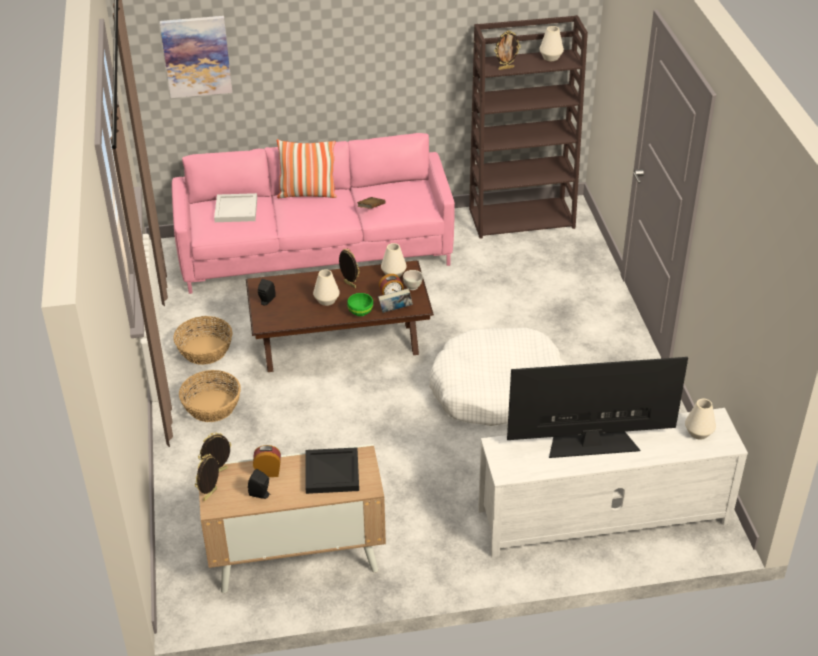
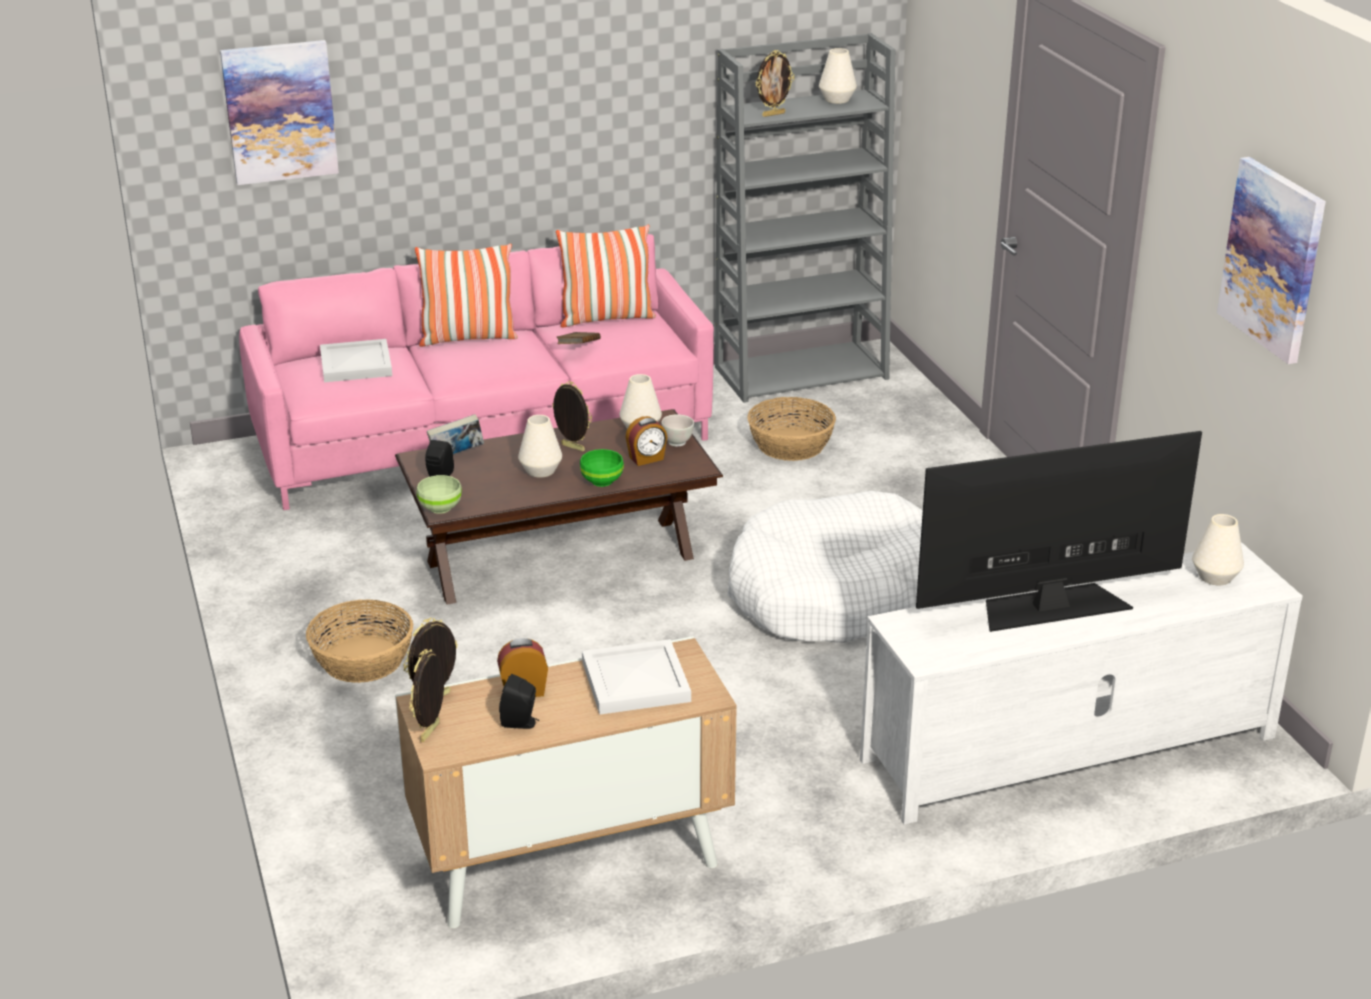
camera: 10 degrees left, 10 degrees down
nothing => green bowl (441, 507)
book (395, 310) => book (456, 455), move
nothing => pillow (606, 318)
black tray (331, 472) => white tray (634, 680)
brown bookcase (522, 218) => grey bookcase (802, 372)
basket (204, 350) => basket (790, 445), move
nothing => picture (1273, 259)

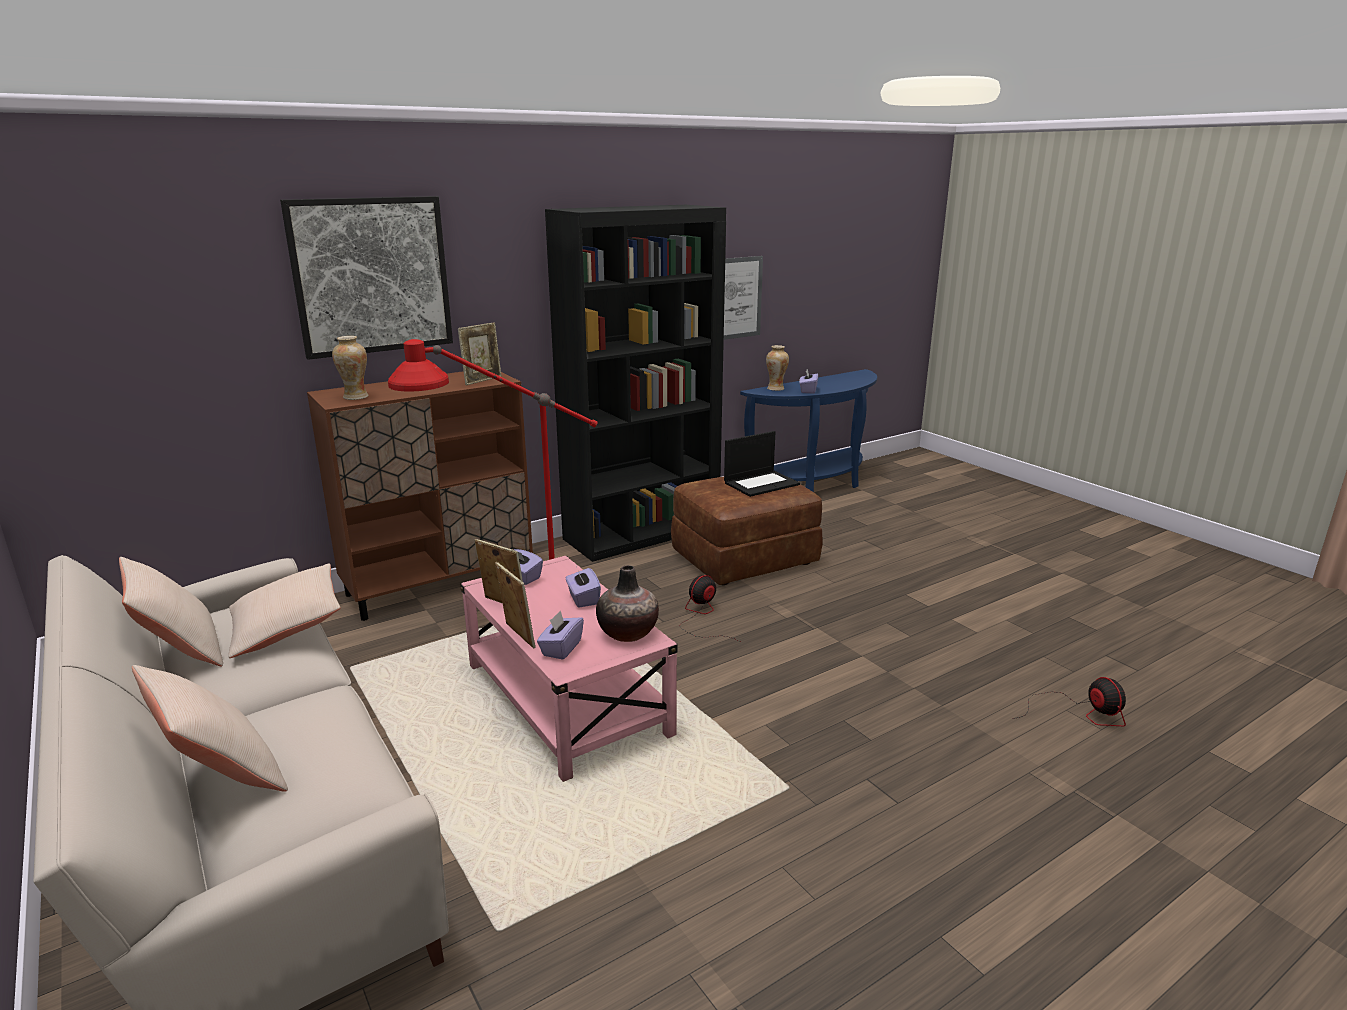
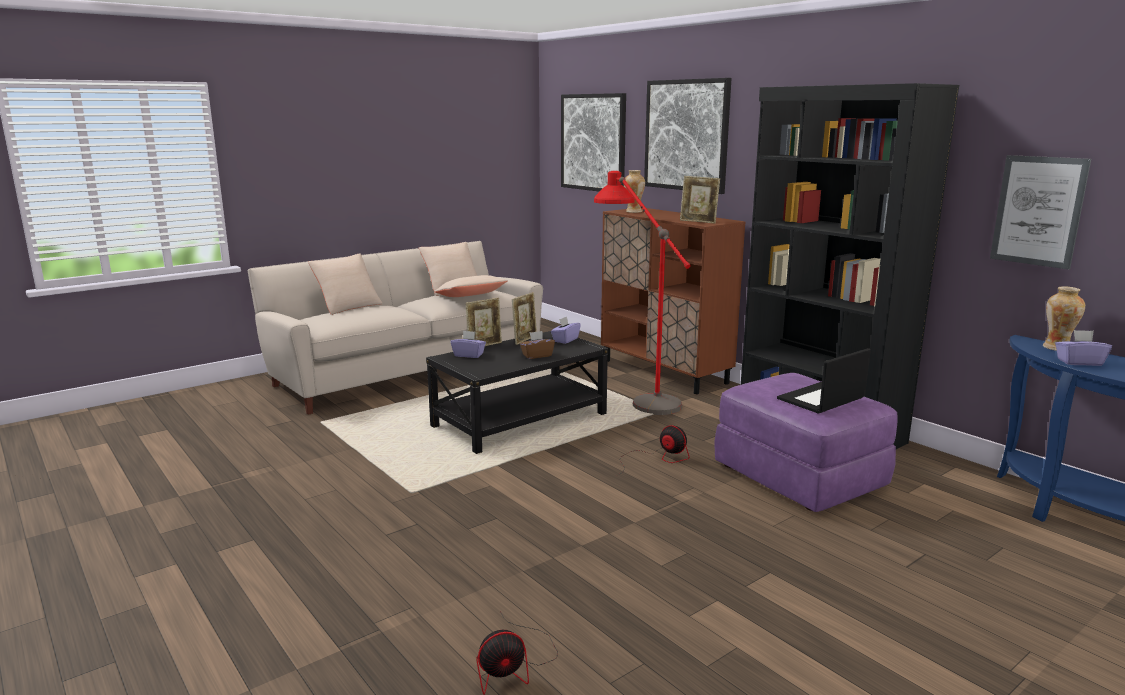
camera: 85 degrees right, 5 degrees down
pink coffee table (566, 699) => black coffee table (520, 420)
purple tissue box (583, 599) => brown tissue box (537, 355)
nothing => picture (593, 142)
brown ottoman (745, 557) => purple ottoman (800, 476)
laptop (761, 483) => laptop (821, 399), 90 degrees clockwise
vase (628, 633) => nothing

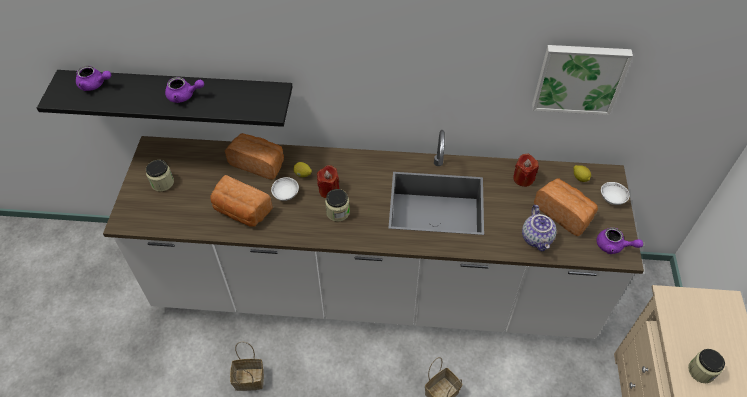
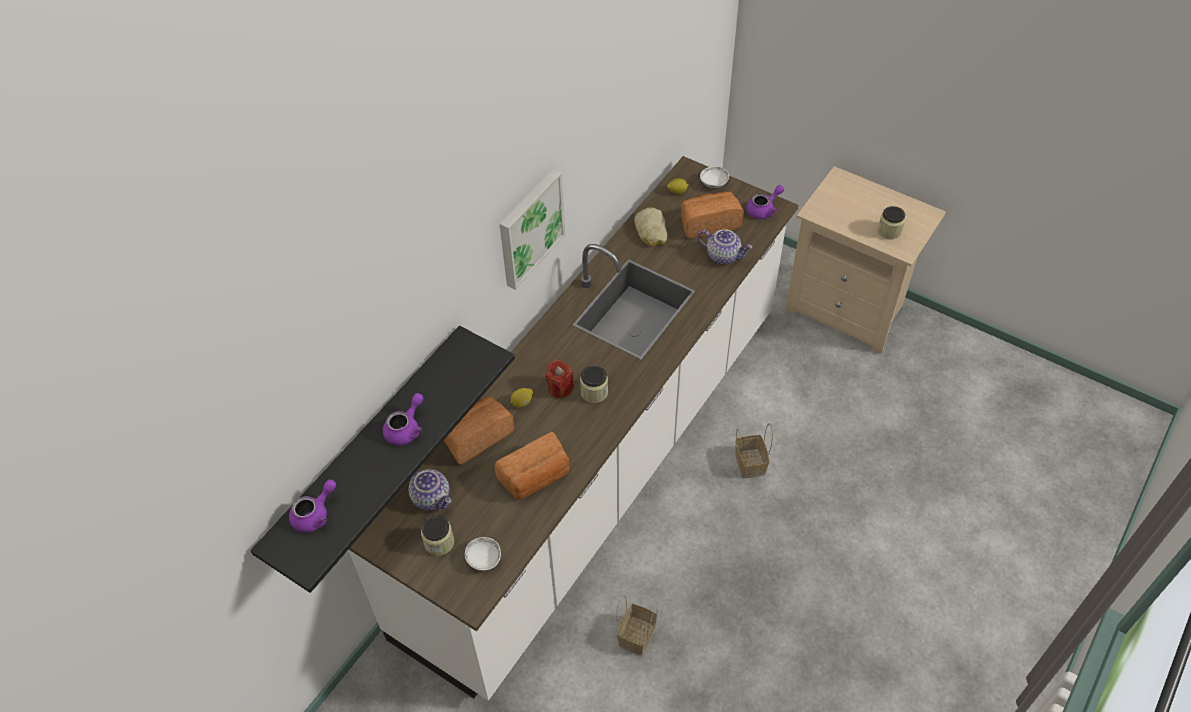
camera: 60 degrees left, 0 degrees up
nothing => teapot (432, 497)
white bowl (285, 194) => white bowl (484, 559), move
picture (579, 78) => picture (529, 227), move
red candle (523, 178) => bread (650, 231)

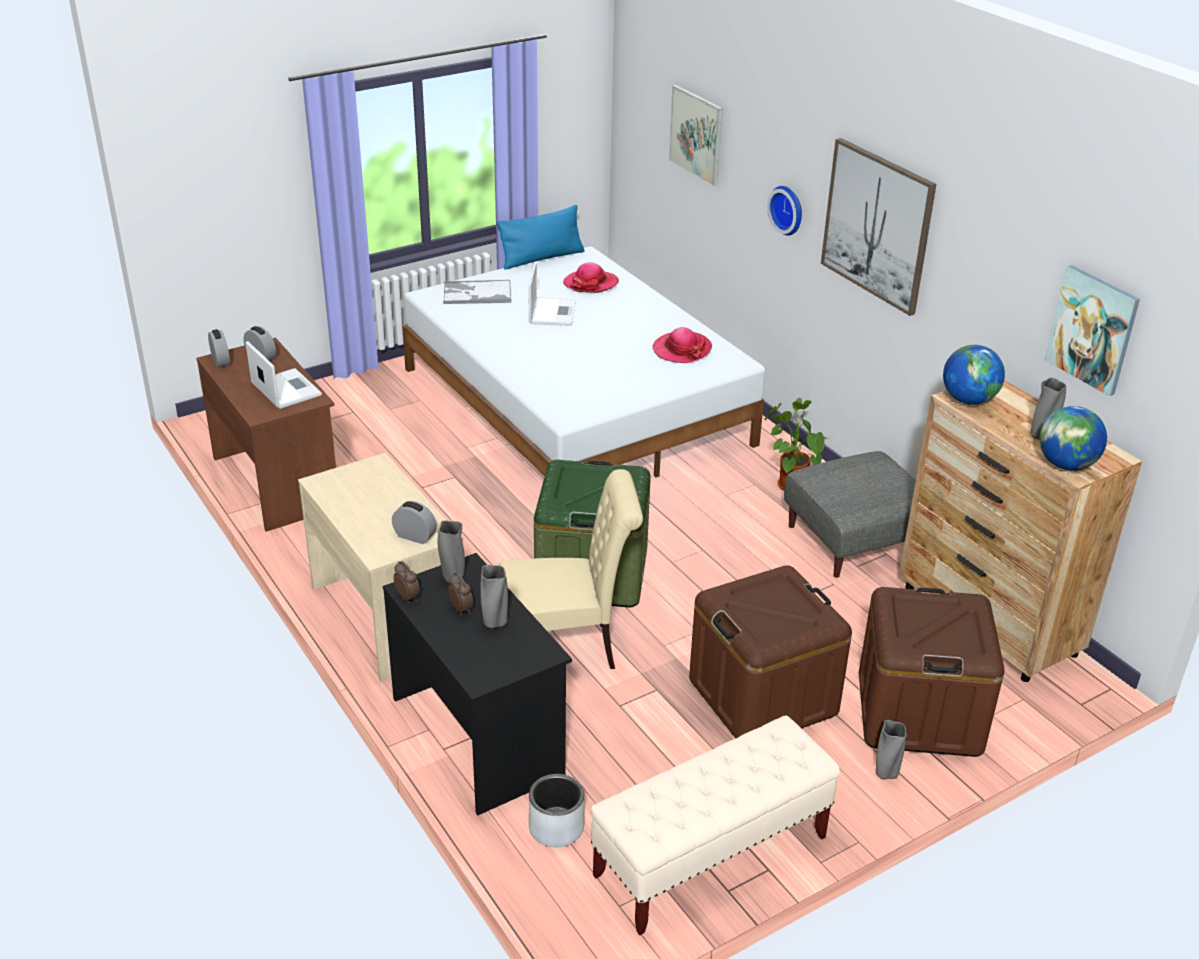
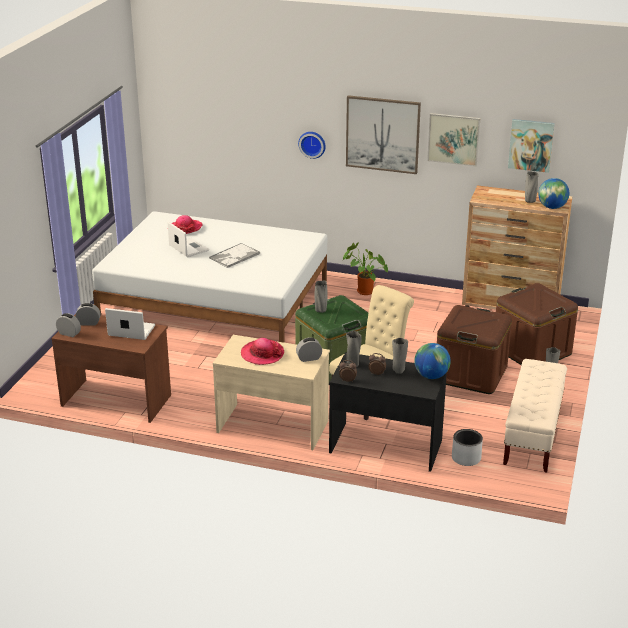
camera: 40 degrees left, 5 degrees down
tray (476, 293) => tray (234, 256), move
hat (681, 350) => hat (262, 354), move
nothing => grey vase (320, 311)
globe (968, 400) => globe (431, 376), move
picture (696, 134) => picture (453, 139), move
blue pillow (542, 258) => nothing
grey ottoman (854, 539) => nothing

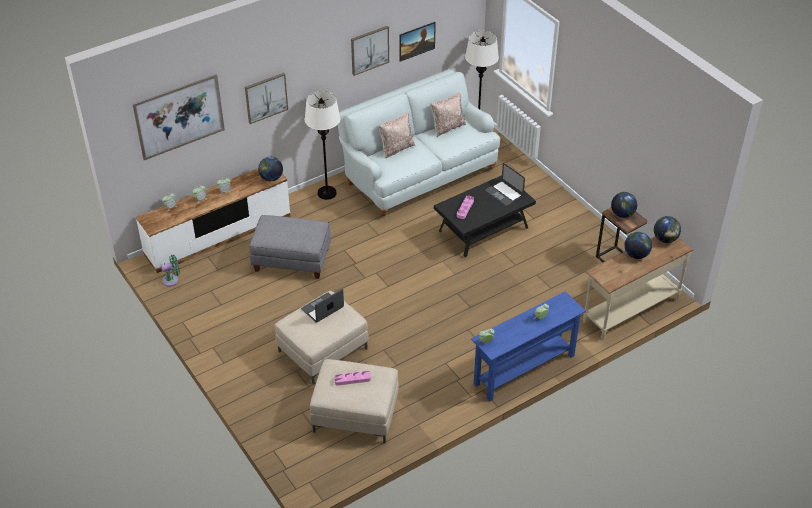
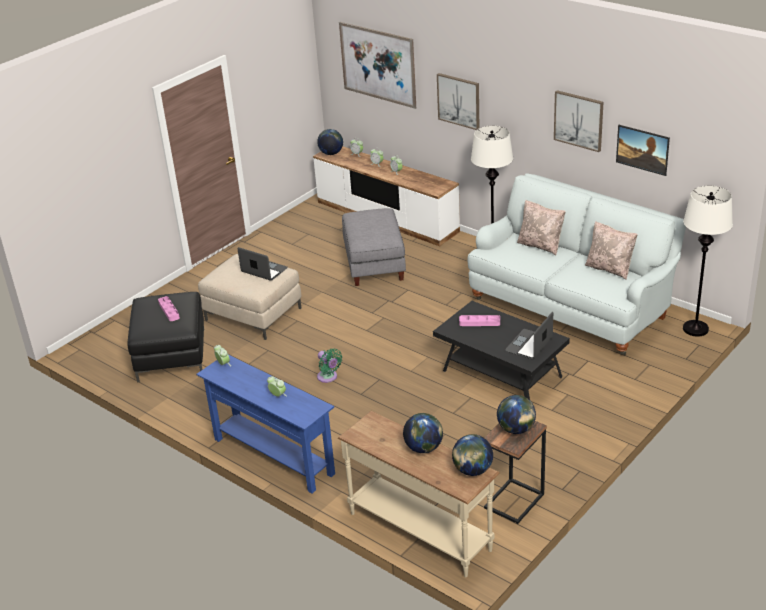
camera: 75 degrees right, 10 degrees down
beige ottoman (355, 414) => black ottoman (171, 354)
globe (271, 178) => globe (331, 153), move
green fan (172, 280) => green fan (328, 377), move

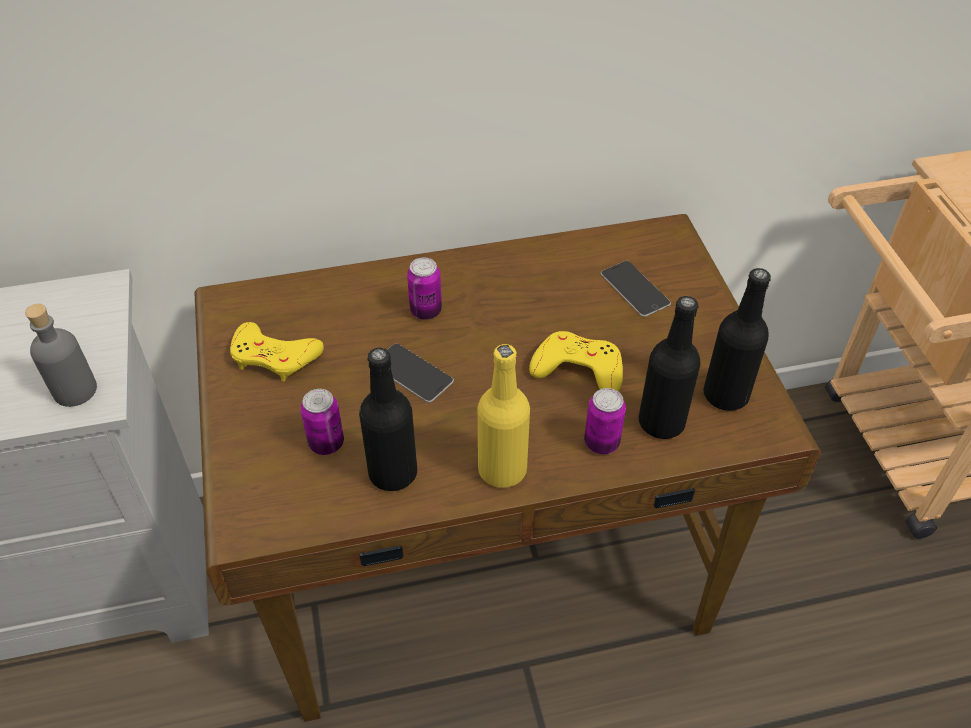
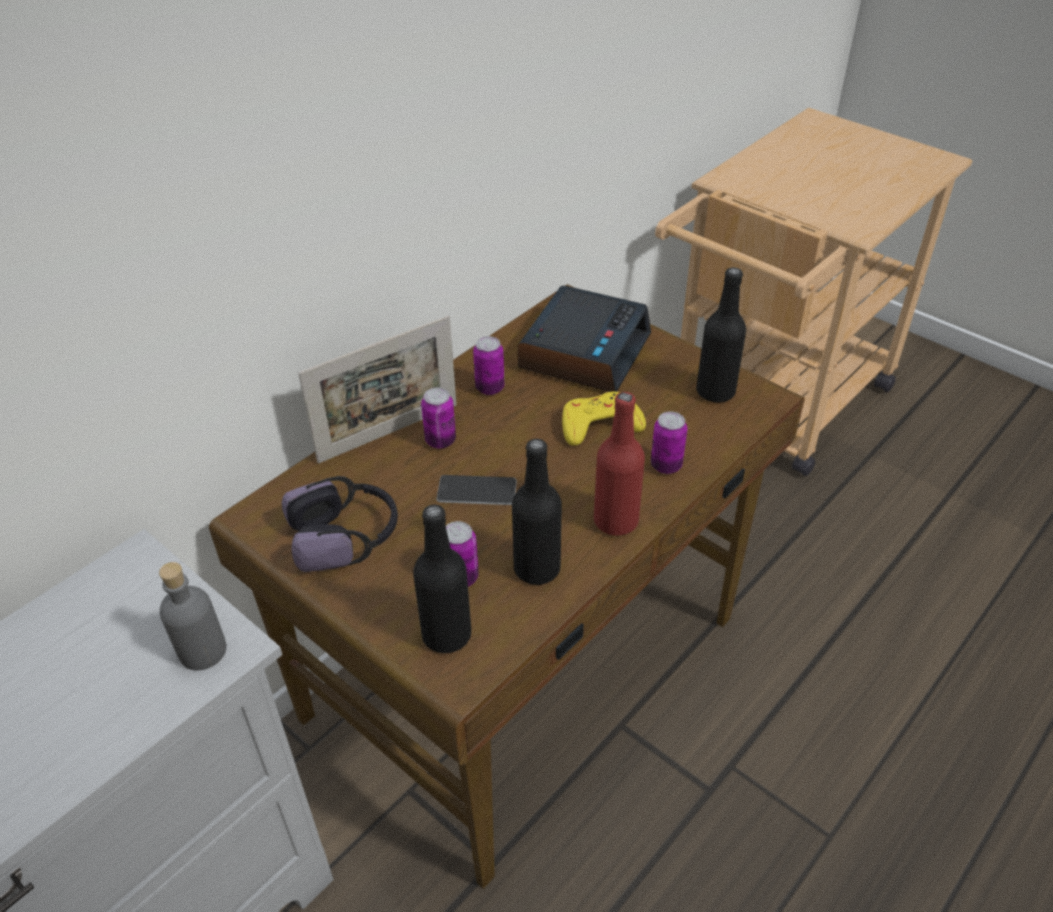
camera: 35 degrees left, 5 degrees down
yellow game controller (274, 357) => headphones (346, 537)
nothing => picture frame (389, 433)
black bottle (661, 422) => black bottle (446, 635), move
nothing => can (489, 388)
phone (635, 289) => alarm clock (584, 351)
yellow bottle (502, 470) => red bottle (616, 521)

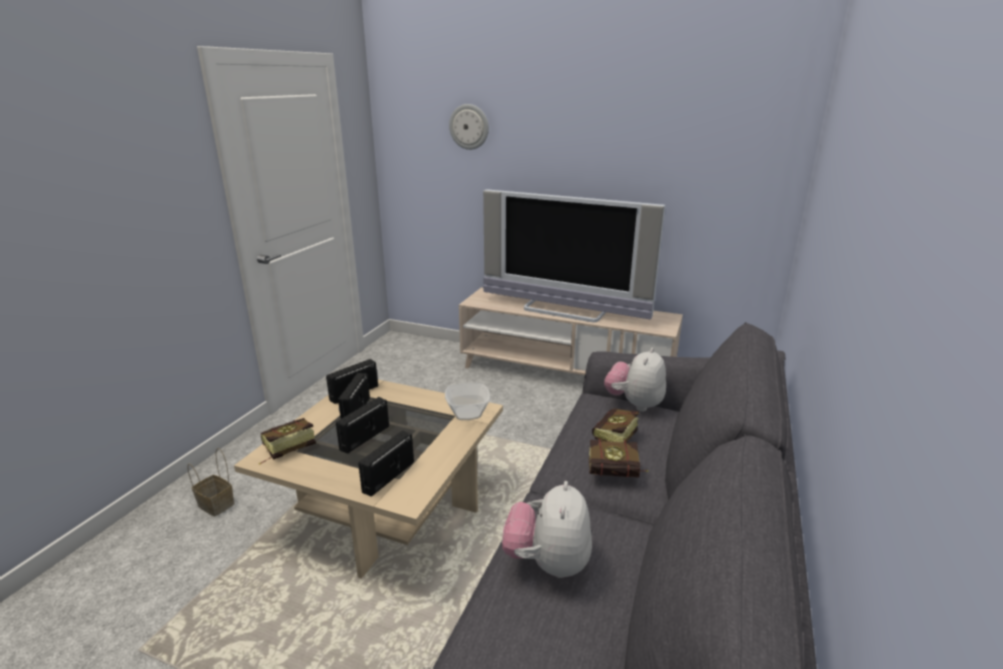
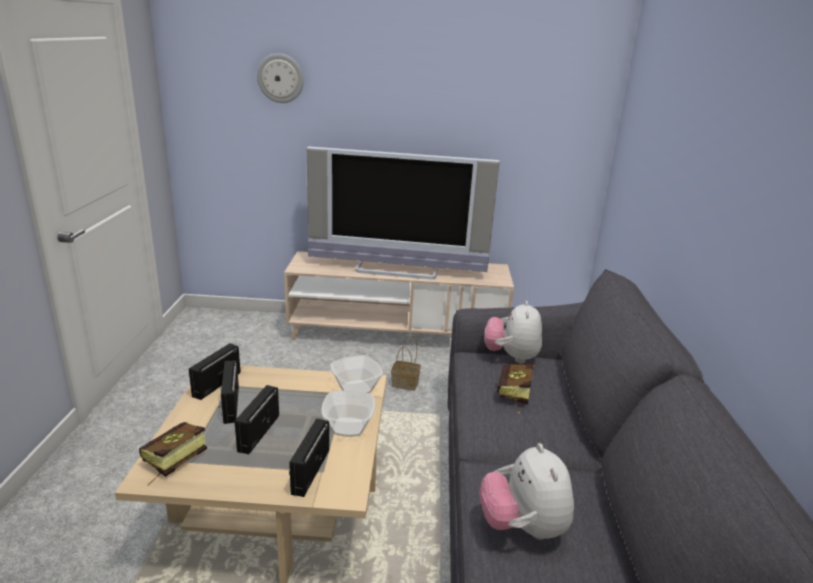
camera: 20 degrees left, 0 degrees up
nothing => bowl (347, 427)
basket (217, 504) => basket (406, 383), move
book (618, 474) => nothing

